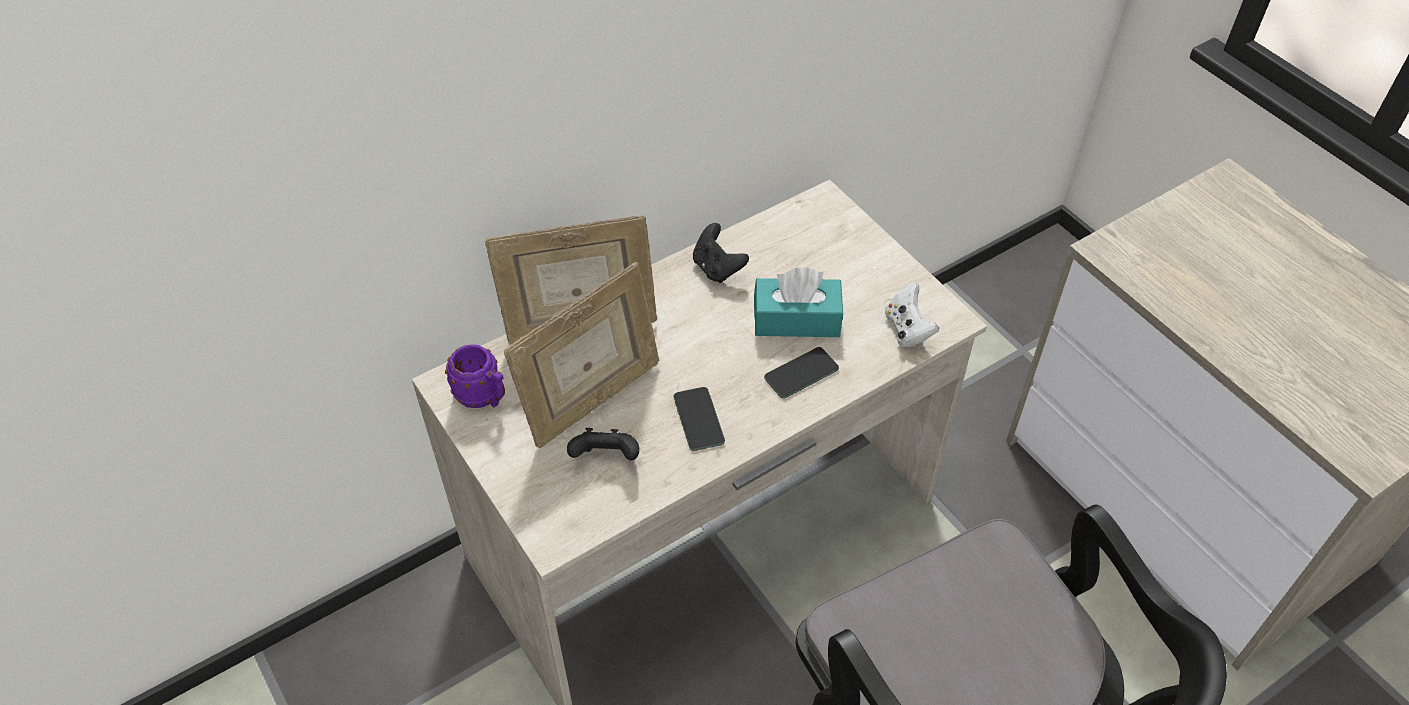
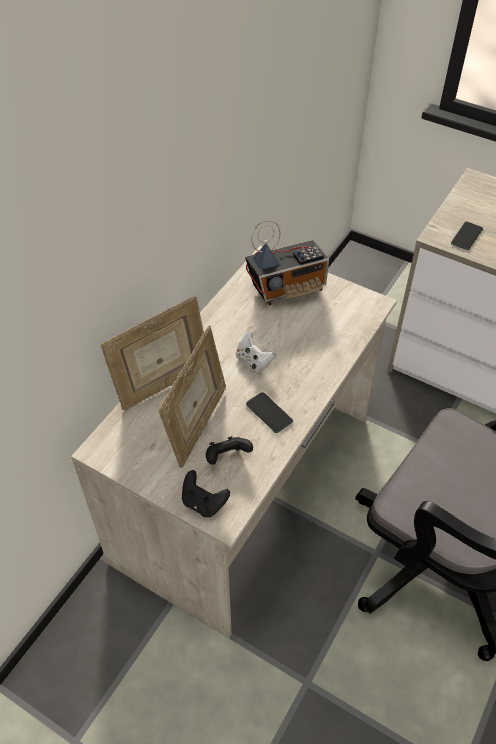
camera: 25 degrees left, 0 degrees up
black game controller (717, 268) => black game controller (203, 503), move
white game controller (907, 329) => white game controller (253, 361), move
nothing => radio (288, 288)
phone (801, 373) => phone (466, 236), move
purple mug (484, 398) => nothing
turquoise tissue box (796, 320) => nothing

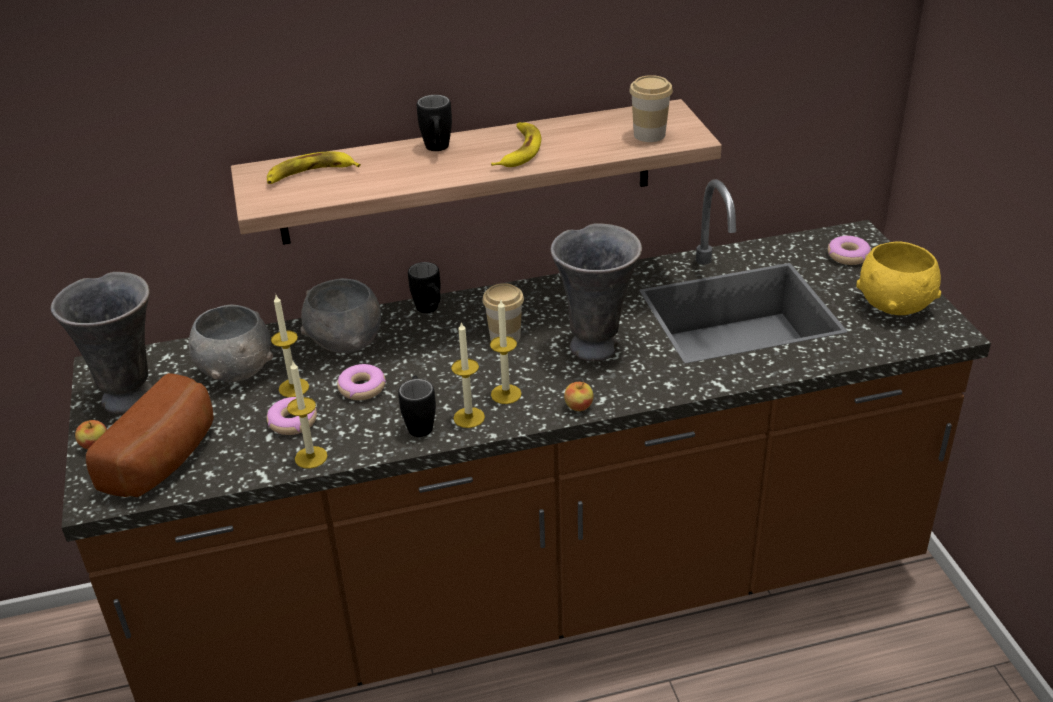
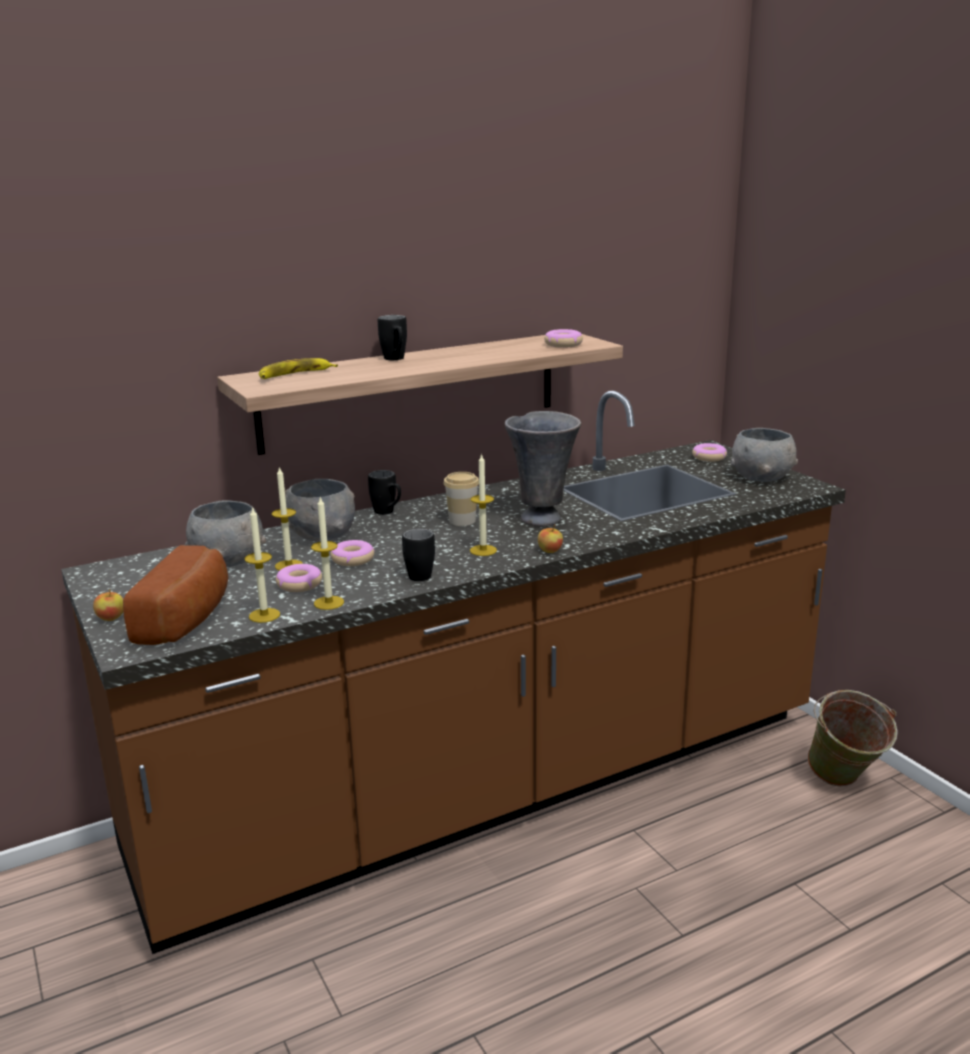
camera: 15 degrees left, 15 degrees down
candle (469, 417) => candle (264, 615), move
cup (649, 135) => donut (563, 344)
yellow bowl (894, 305) => grey bowl (761, 478)
nothing => green bucket (843, 784)
grey vase (130, 397) => nothing
banana (518, 150) => nothing

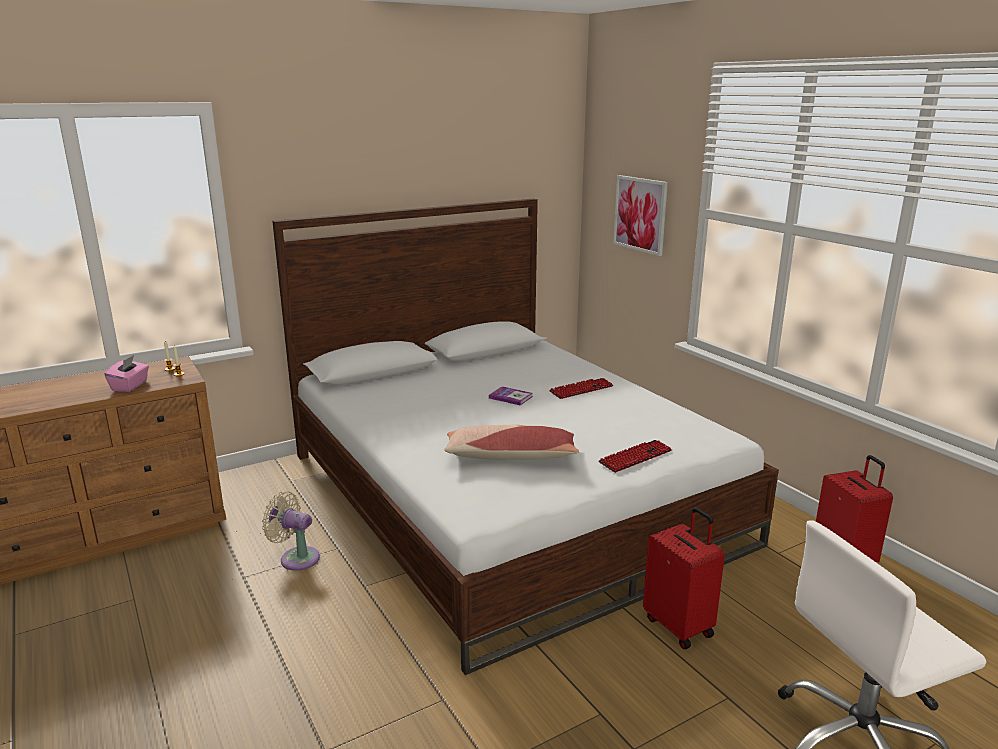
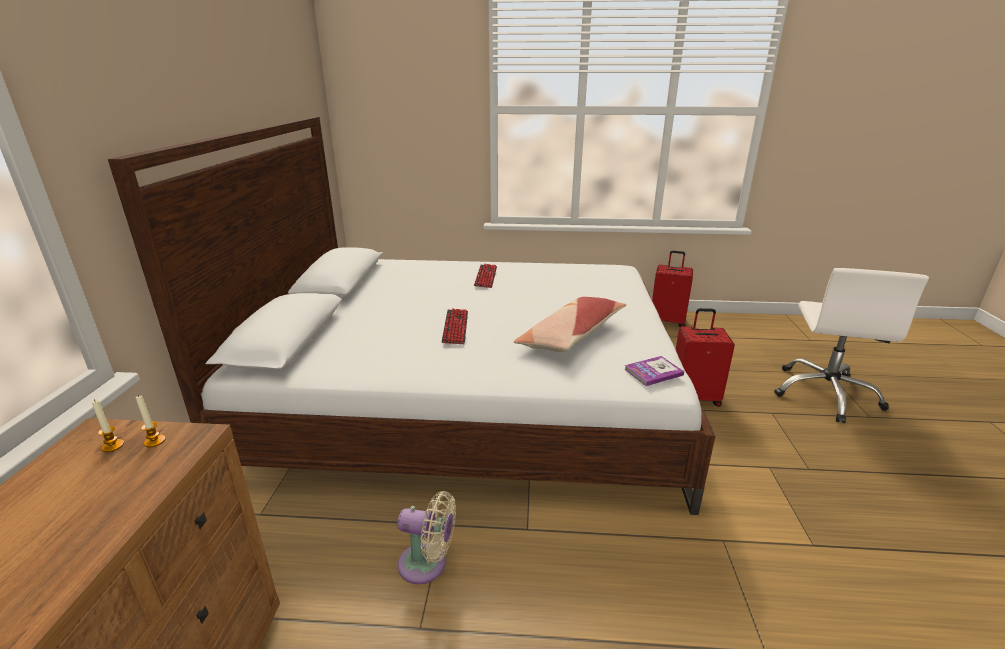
camera: 55 degrees left, 5 degrees up
beige fan (296, 558) => beige fan (427, 564), 135 degrees counterclockwise
keyboard (635, 457) => keyboard (455, 327), move
book (511, 397) => book (653, 372), move
pink tissue box (130, 386) => nothing
picture (640, 214) => nothing

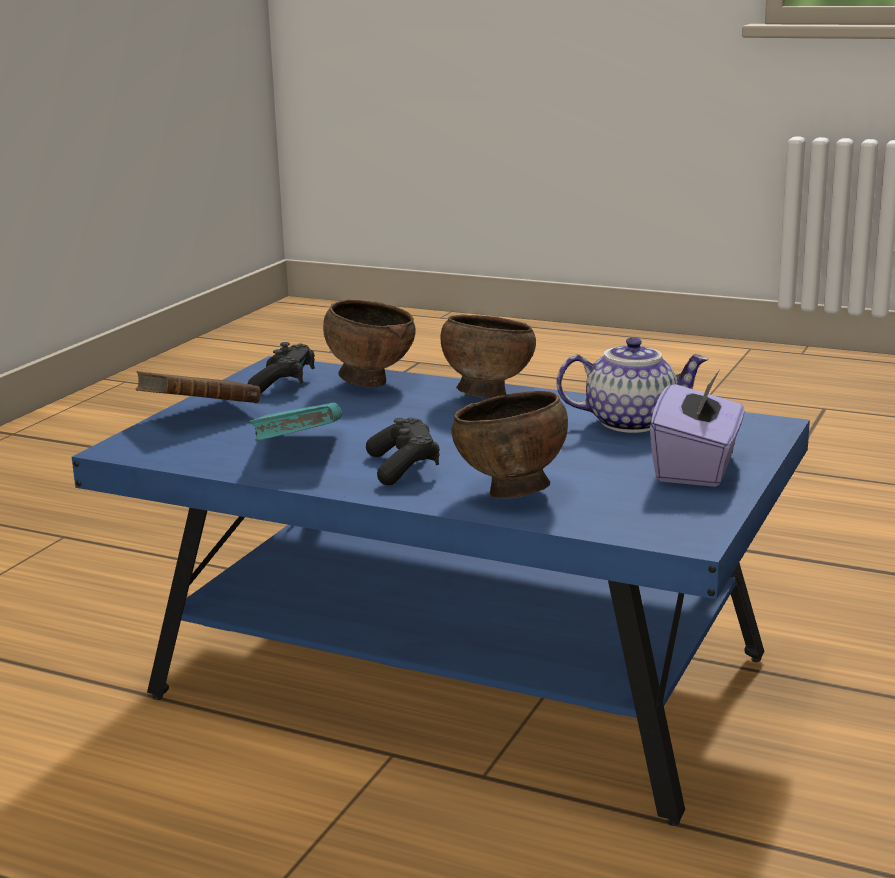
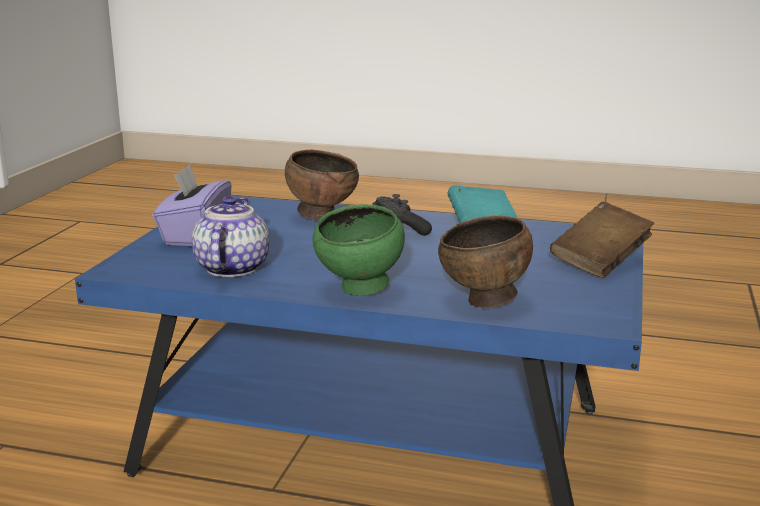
camera: 170 degrees right, 0 degrees up
teapot (631, 422) => teapot (230, 268), 105 degrees clockwise
brown bowl (486, 395) => green bowl (361, 290)
black game controller (284, 384) => nothing

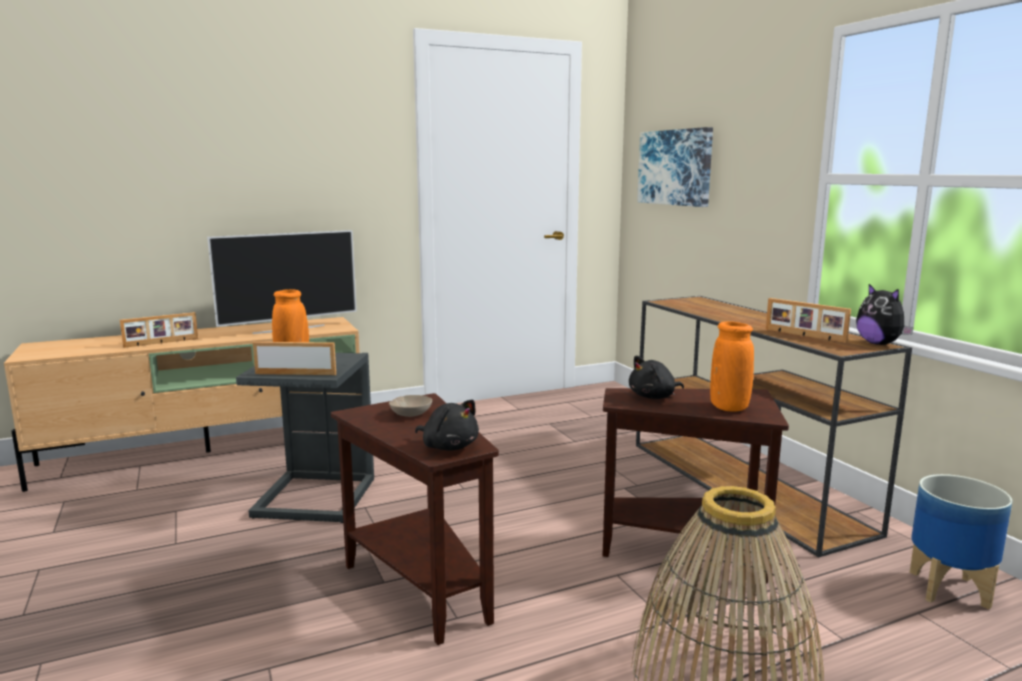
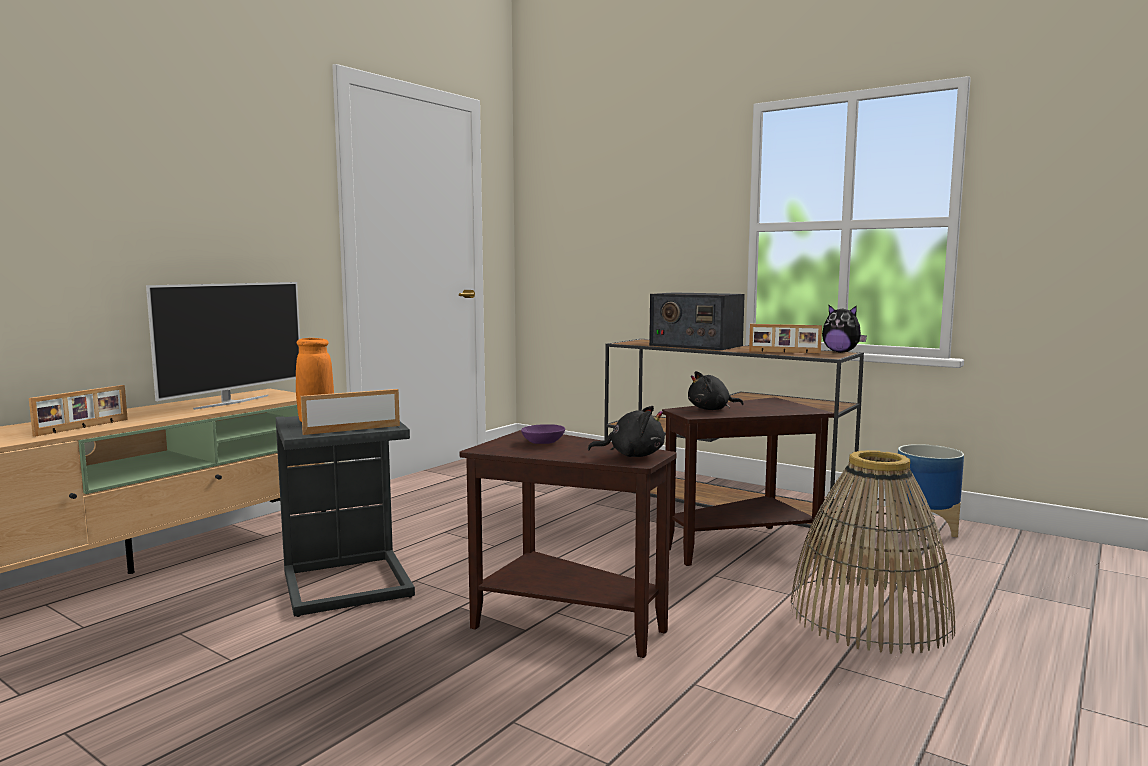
camera: 30 degrees left, 5 degrees down
beige bowl (411, 414) => purple bowl (544, 442)
nothing => radio (695, 345)
black plush toy (654, 397) => black plush toy (711, 409), 45 degrees clockwise
picture (675, 167) => nothing
orange vase (729, 407) => nothing

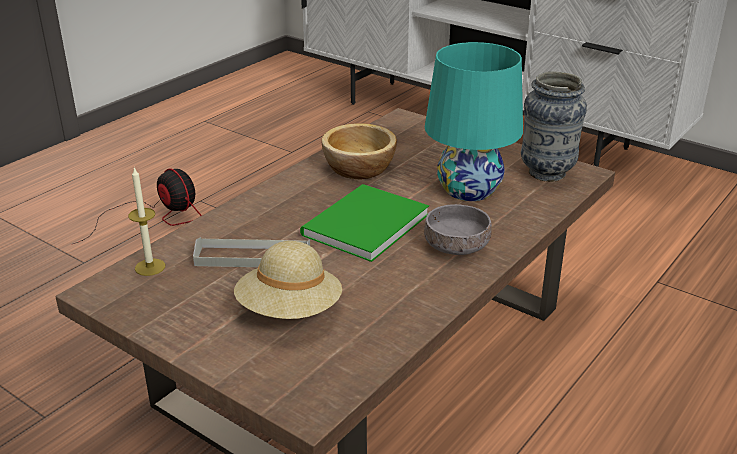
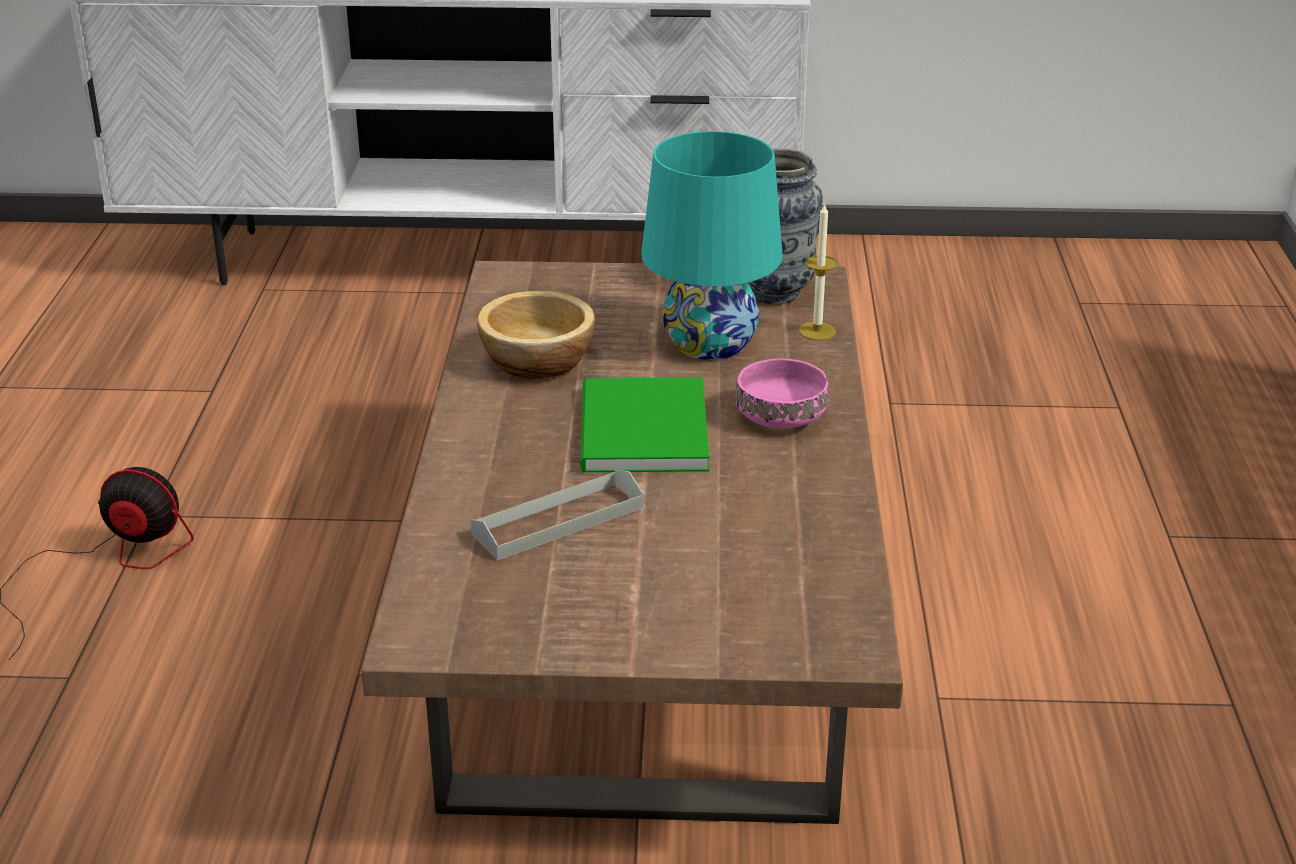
camera: 35 degrees left, 0 degrees up
grey bowl (455, 245) => pink bowl (779, 416)
candle (150, 267) => candle (817, 331), move
beige hat (290, 311) => nothing

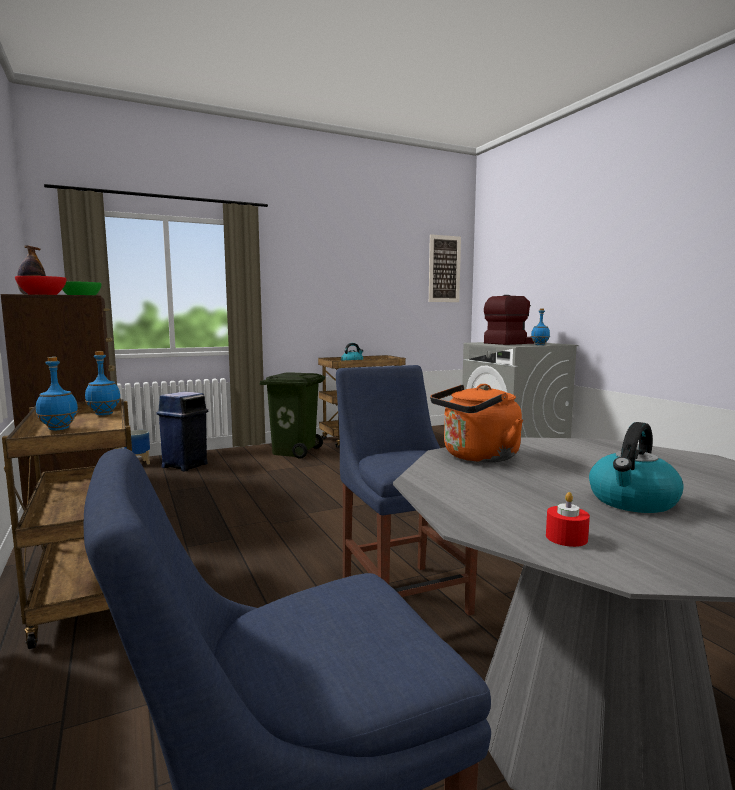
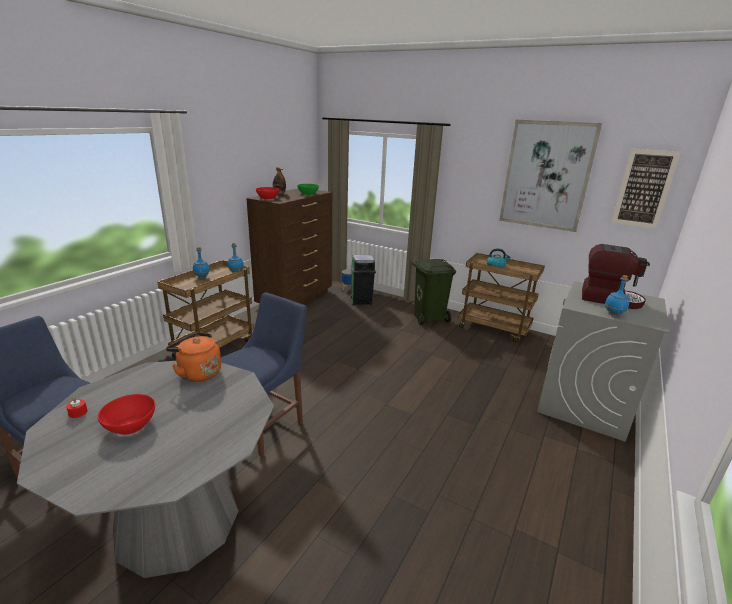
camera: 55 degrees right, 15 degrees up
kettle (632, 501) => red bowl (130, 425)
blue trash can (185, 465) => green trash can (361, 301)
nothing => picture (546, 175)

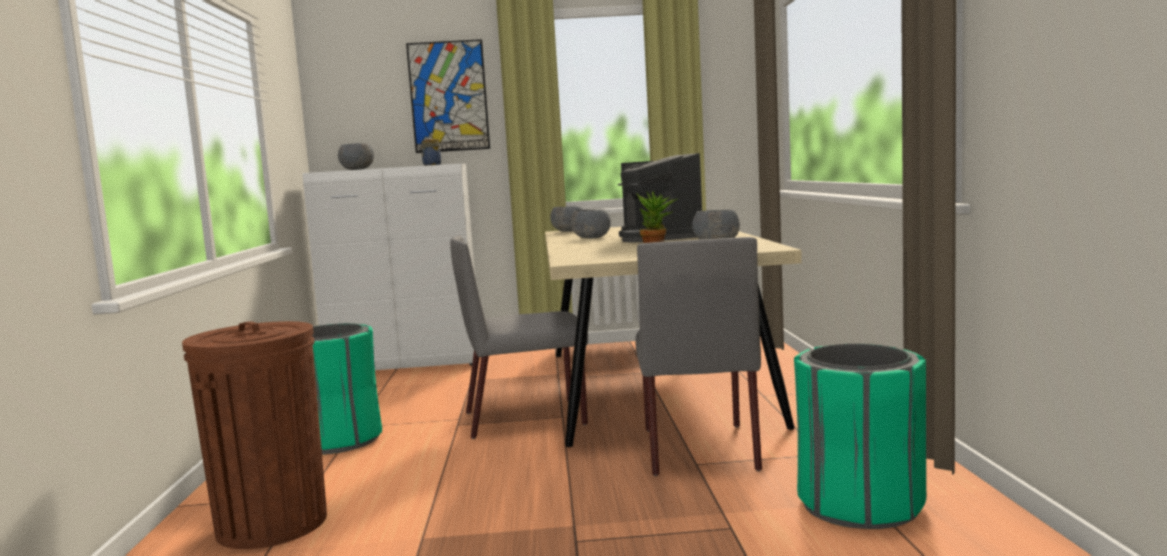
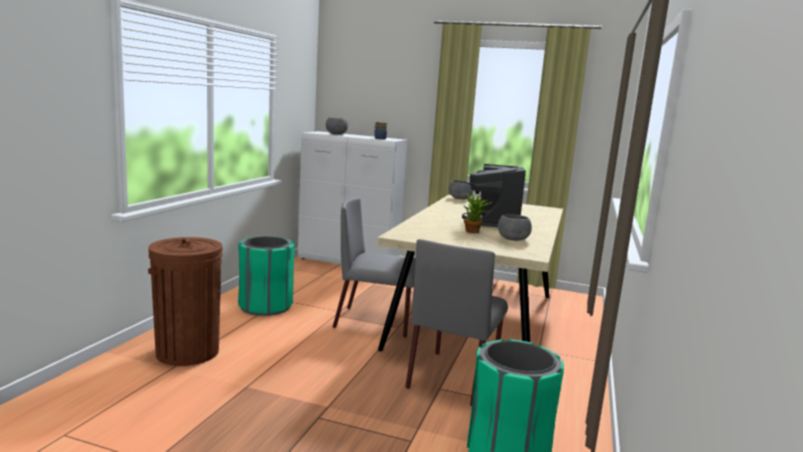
camera: 20 degrees right, 5 degrees up
picture (448, 96) => nothing
grey bowl (592, 238) => nothing

